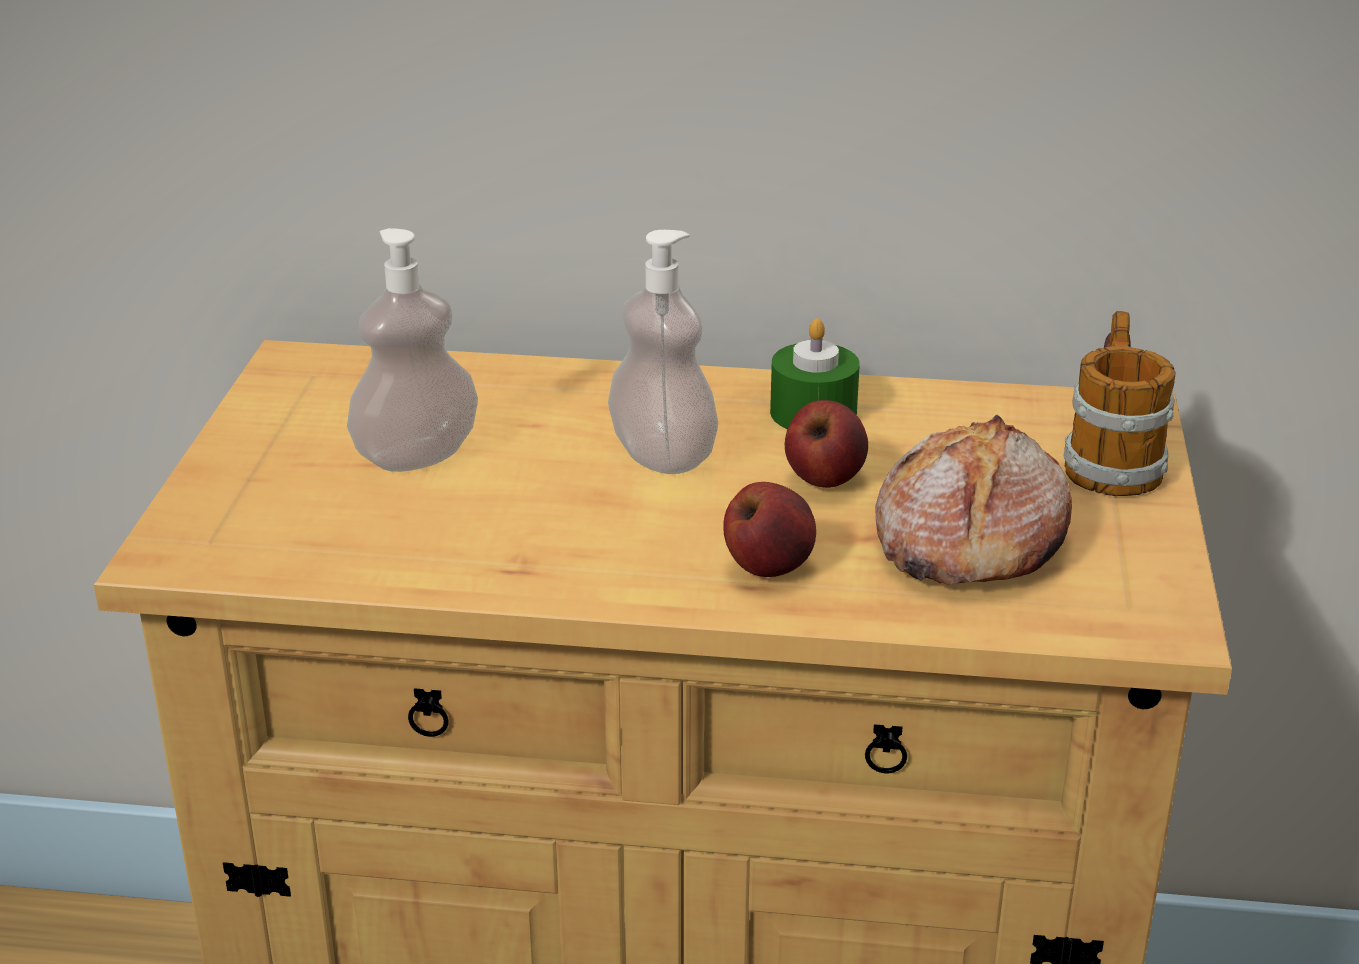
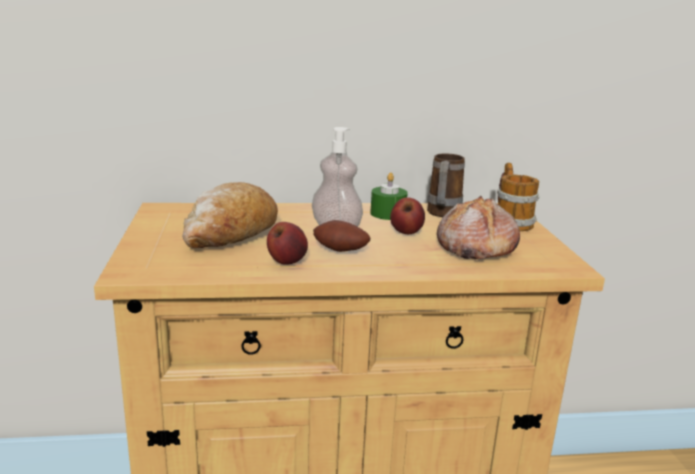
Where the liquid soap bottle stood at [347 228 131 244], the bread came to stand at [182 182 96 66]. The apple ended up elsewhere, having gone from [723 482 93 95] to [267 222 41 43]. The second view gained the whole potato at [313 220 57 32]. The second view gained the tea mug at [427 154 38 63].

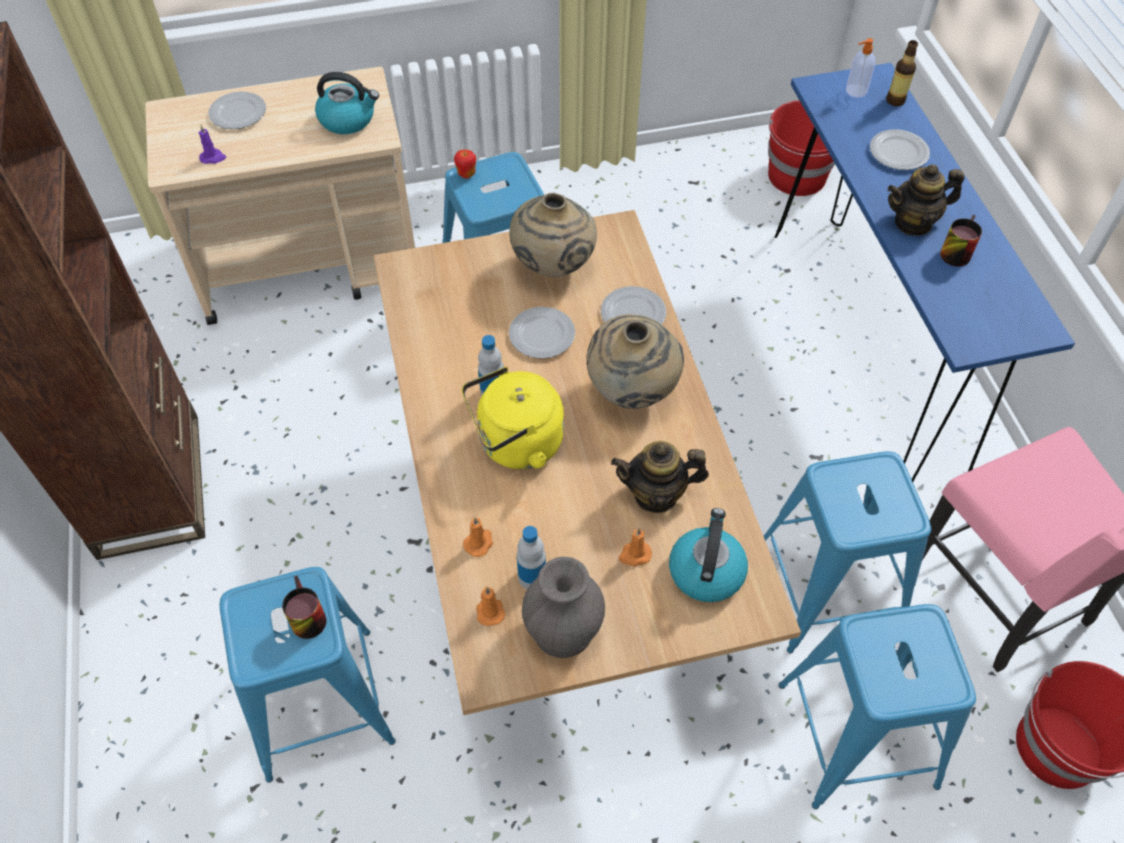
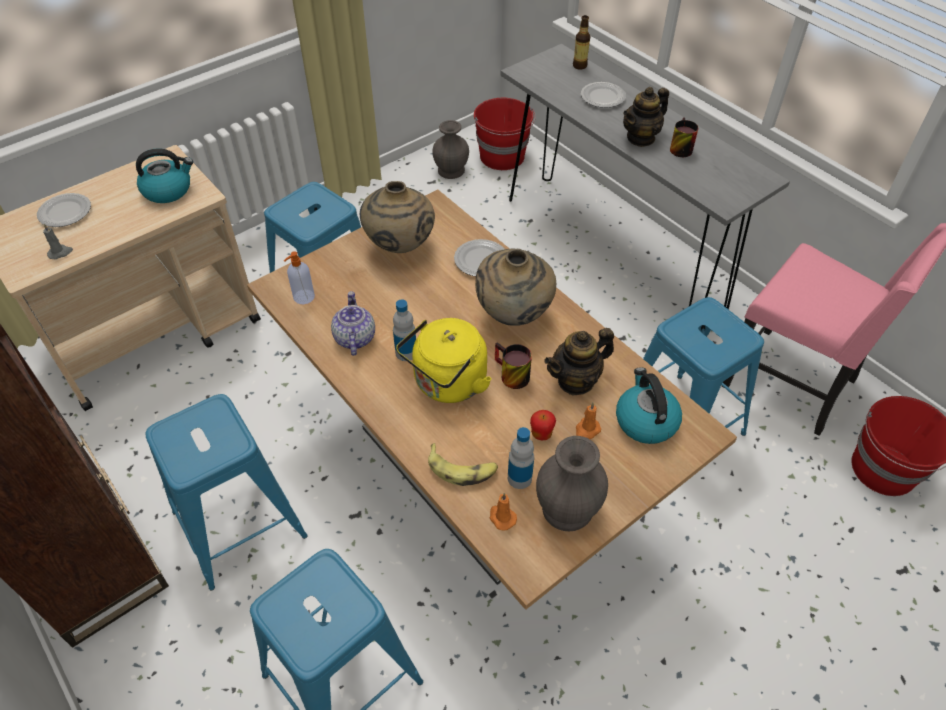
What was the purplish candle at [199 125 27 39] turned into the greyish candle at [43 224 30 35]. The blue-coloured sitting stool ended up elsewhere, having gone from [779 604 197 205] to [145 394 163 197]. The liquid soap bottle ended up elsewhere, having gone from [846 38 29 60] to [284 251 31 53]. The second view gained the pot for tea at [331 291 44 65]. Where the orange-coloured candle stood at [463 517 30 40], the banana fruit came to stand at [428 443 70 43]. The second view gained the greyish decorative vase at [432 120 37 59]. The tea mug ended up elsewhere, having gone from [282 576 44 63] to [495 342 37 47]. What was the blue-coloured narrow table at [774 63 301 419] turned into the greyish narrow table at [501 44 289 266]. The apple ended up elsewhere, having gone from [454 150 22 28] to [530 410 26 30]. The second view lost the flat dish at [509 307 66 52].

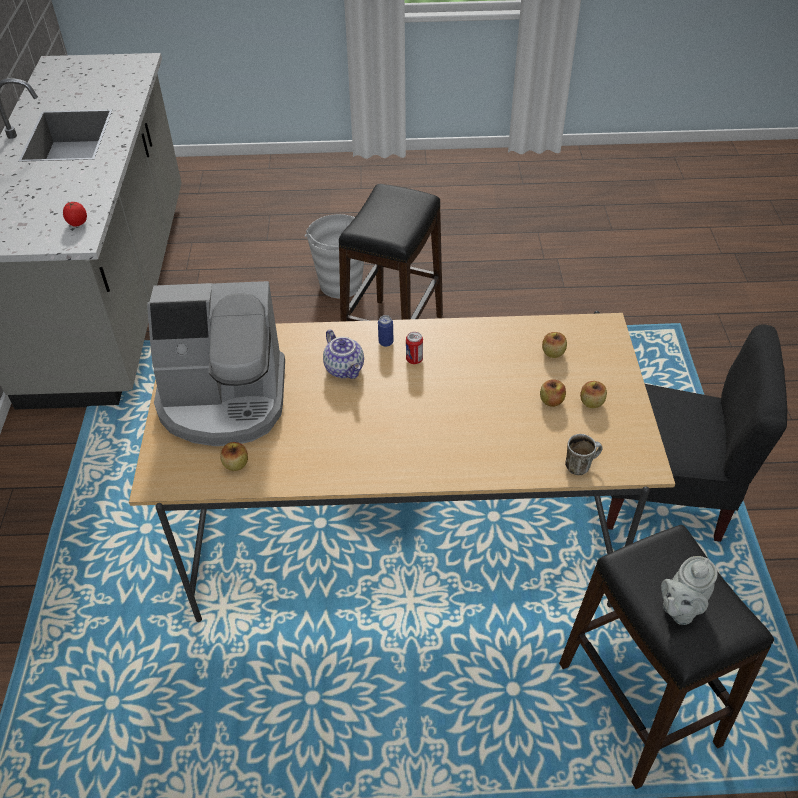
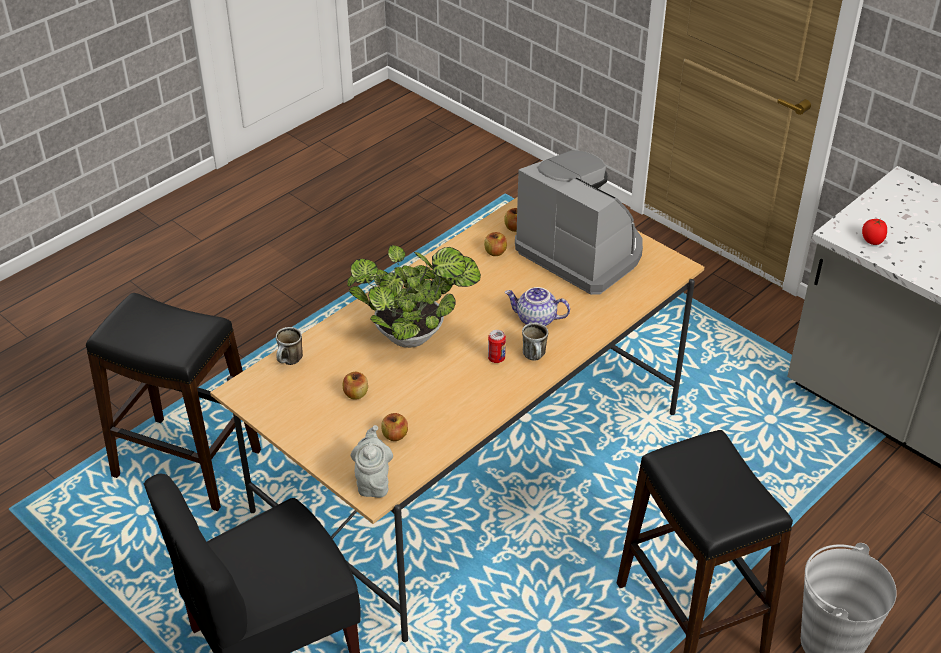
The second view gained the potted plant at [347 245 134 103]. The greyish pot for tea ended up elsewhere, having gone from [661 556 57 69] to [351 425 42 73]. The apple ended up elsewhere, having gone from [580 381 27 27] to [484 232 23 24]. The coffee maker at [147 281 138 165] ended up facing another way, 90 degrees clockwise from before. Where the metal can stood at [378 315 16 32], the tea mug came to stand at [522 323 26 38].

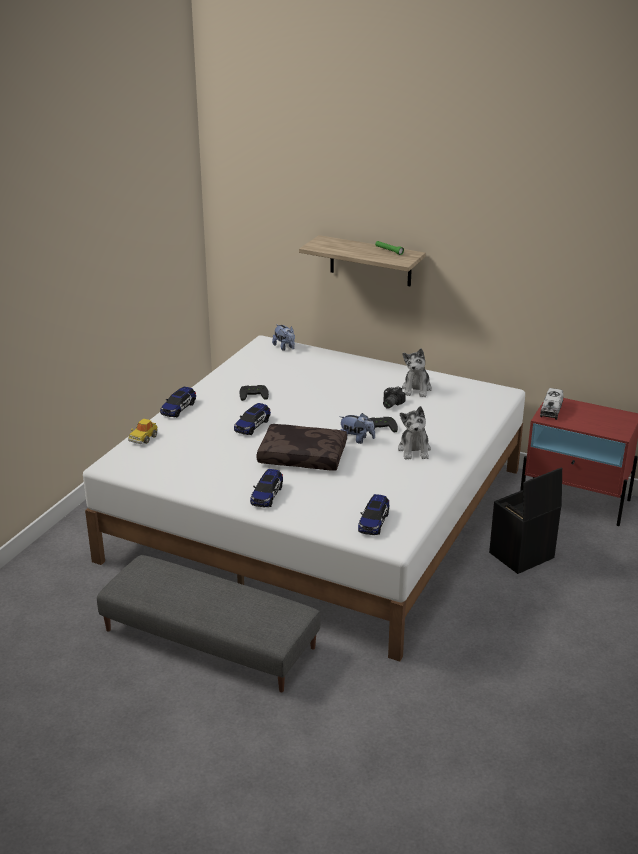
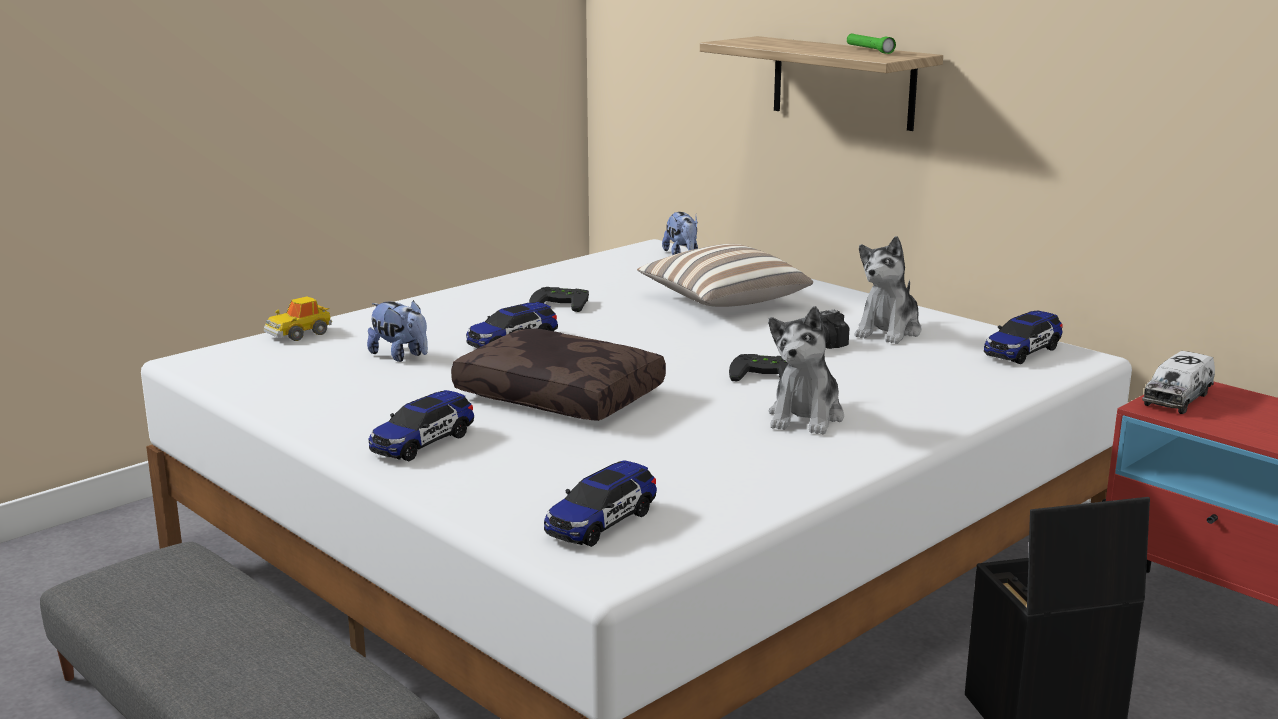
The cuddly toy ended up elsewhere, having gone from [339 413 36 31] to [367 300 61 62]. The second view gained the pillow at [637 244 176 63]. The model car ended up elsewhere, having gone from [160 387 36 31] to [984 311 79 53].

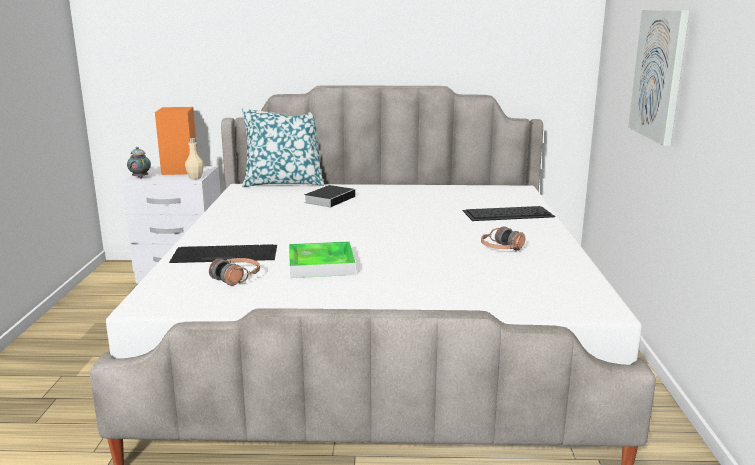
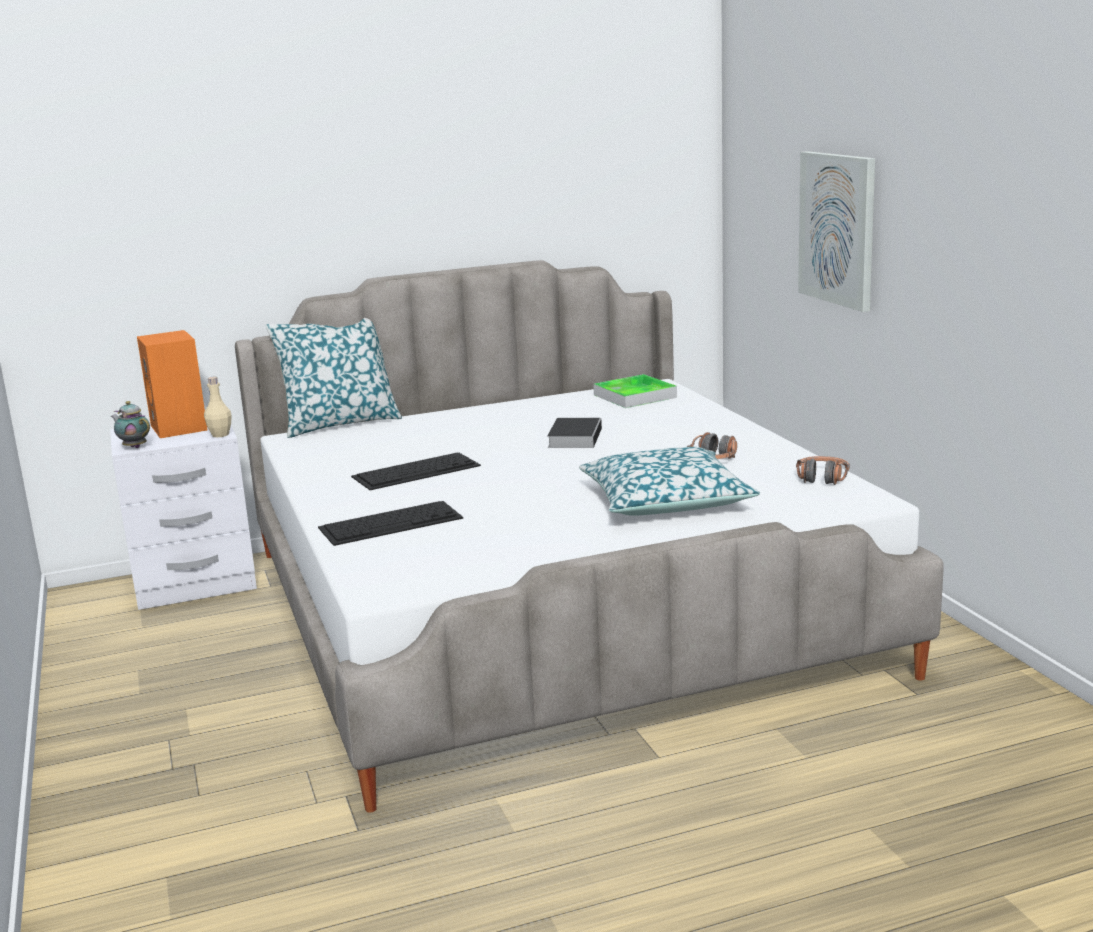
The PC keyboard ended up elsewhere, having gone from [463 206 92 15] to [351 453 130 37]. The book ended up elsewhere, having gone from [304 185 51 22] to [547 418 55 30]. The second view gained the pillow at [579 447 181 69]. The serving tray ended up elsewhere, having gone from [289 241 67 37] to [593 374 84 34]. The headset ended up elsewhere, having gone from [209 258 51 27] to [796 456 54 29].

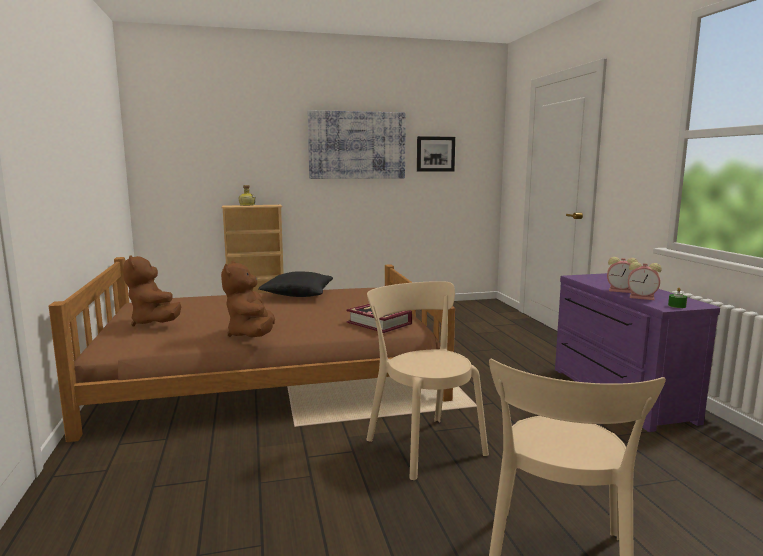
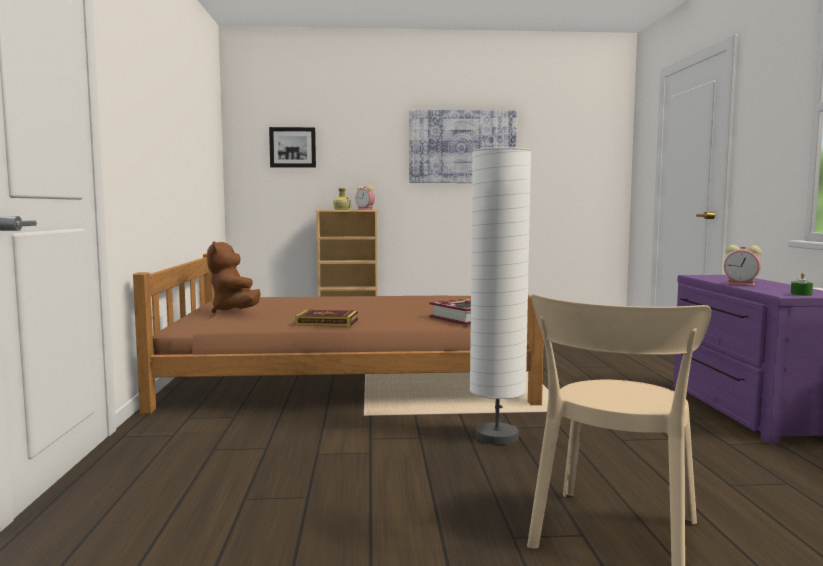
The wall picture ended up elsewhere, having gone from [417 136 38 36] to [269 127 47 41]. Where the brown cuddly toy stood at [221 261 54 76], the book came to stand at [295 310 63 17]. The bedside clock ended up elsewhere, having gone from [628 262 34 38] to [355 186 20 24]. Where the sand-coloured upright chair stood at [366 281 123 199], the white-coloured standard lamp came to stand at [470 147 61 298]. The second view lost the black pillow at [258 271 75 26].

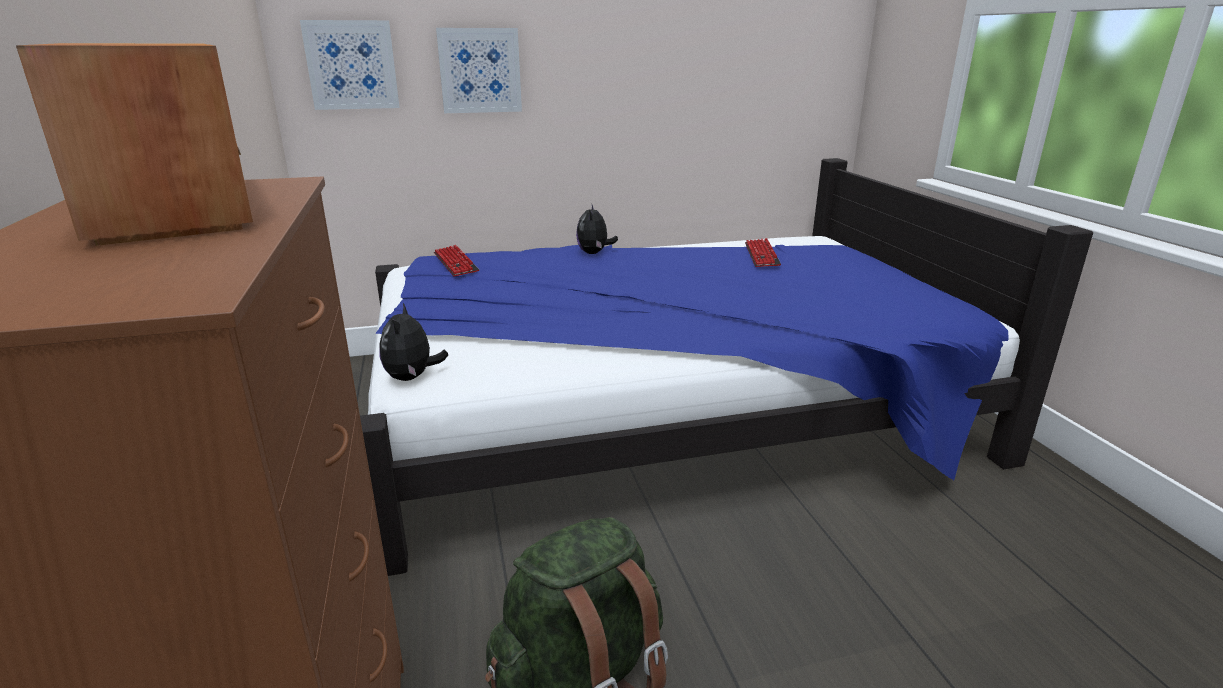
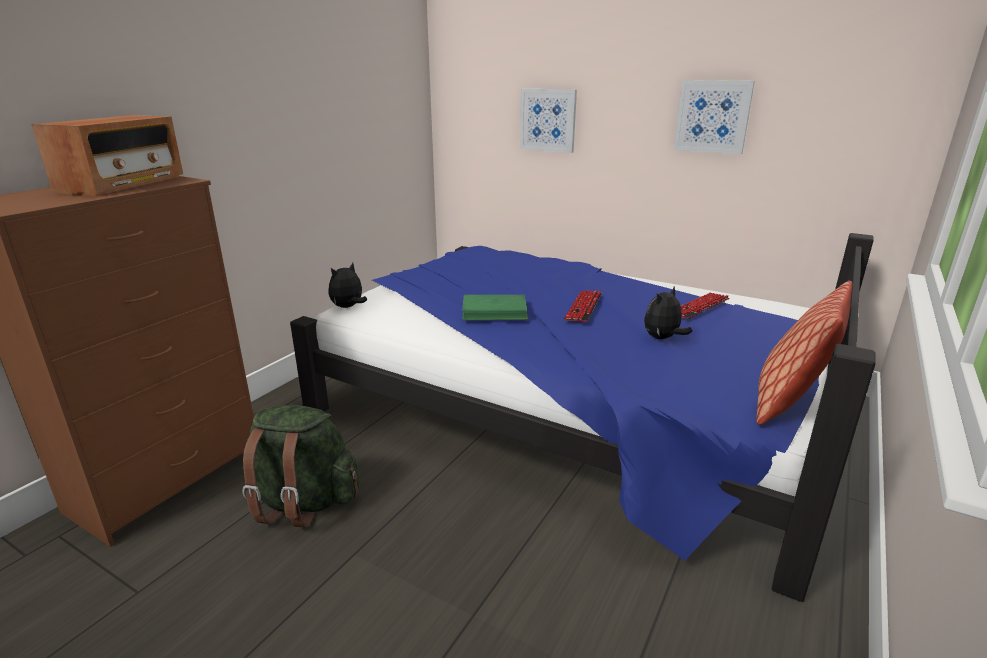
The second view gained the green book at [462 295 66 25]. The PC keyboard ended up elsewhere, having gone from [434 245 45 31] to [564 290 38 31]. The cuddly toy ended up elsewhere, having gone from [576 204 42 50] to [644 286 48 53]. The wall picture ended up elsewhere, having gone from [300 20 100 90] to [674 80 81 74]. The second view gained the pillow at [756 281 96 144].

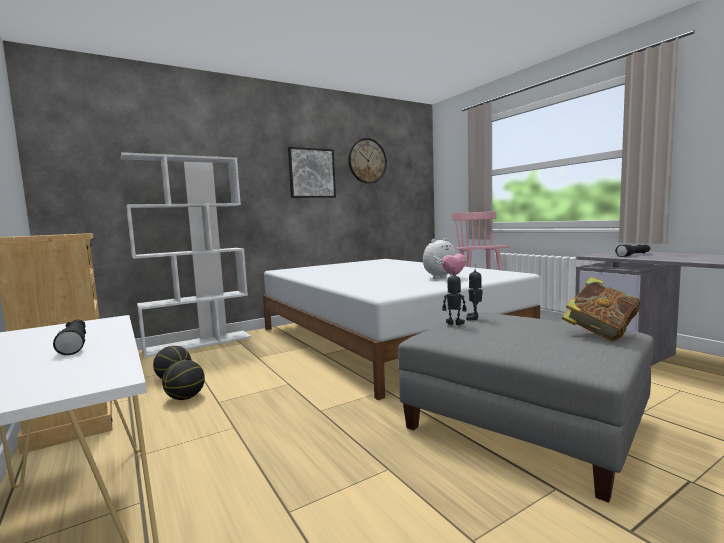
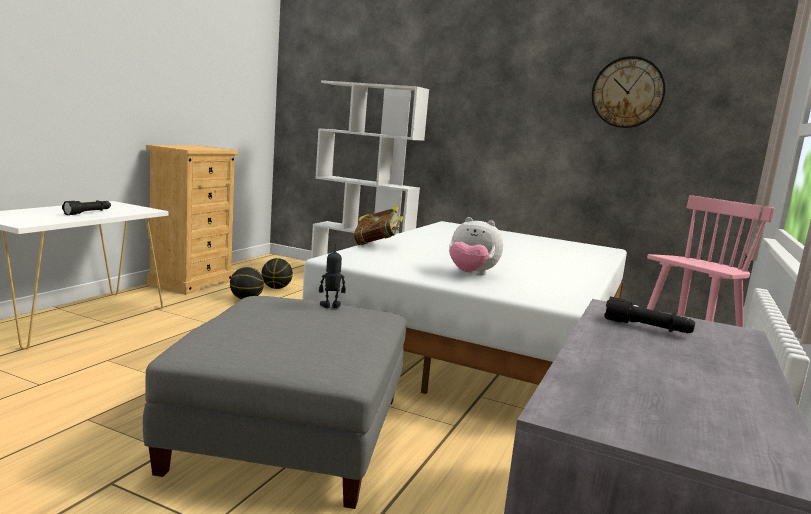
The book ended up elsewhere, having gone from [562 277 78 64] to [353 206 50 39]. The second view lost the wall picture at [288 147 48 51]. The second view lost the toy robot at [442 273 25 52].

